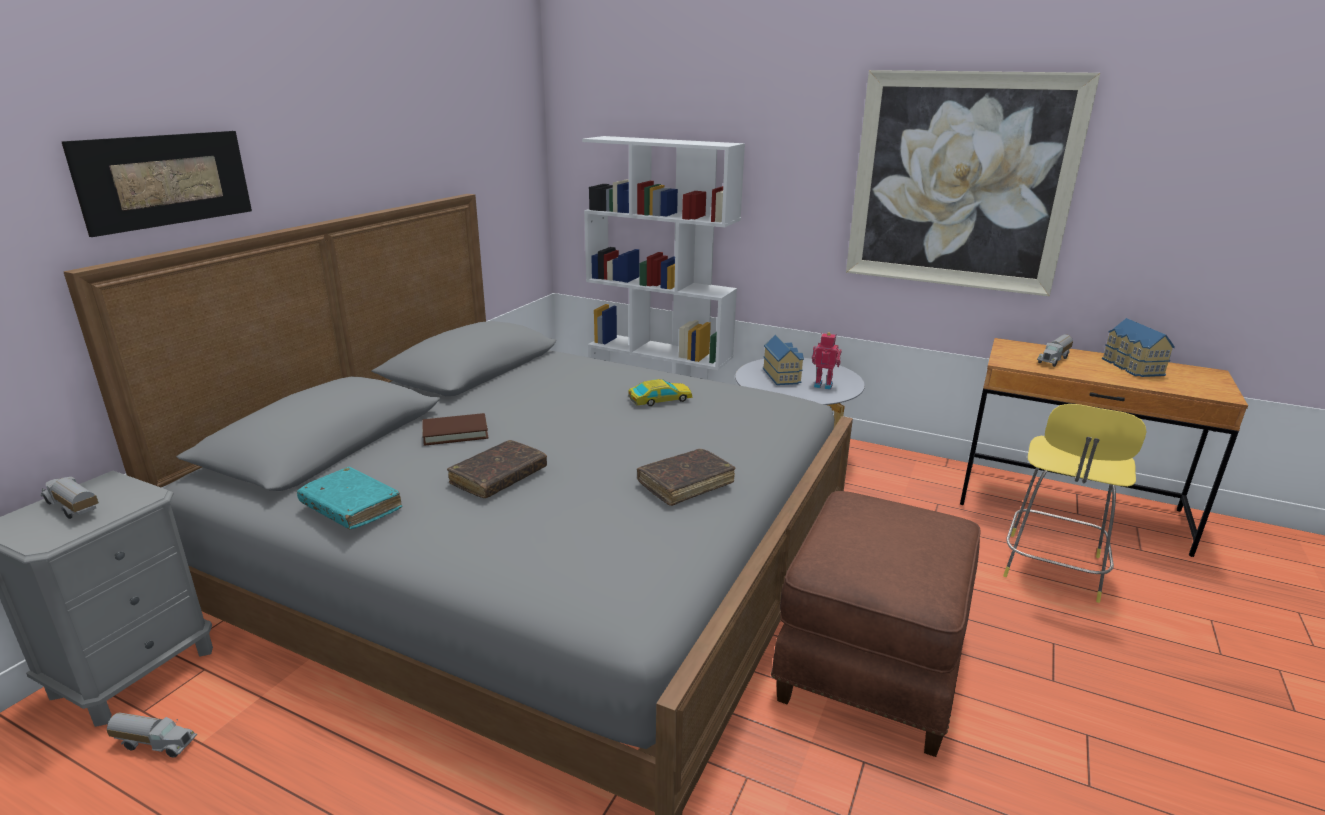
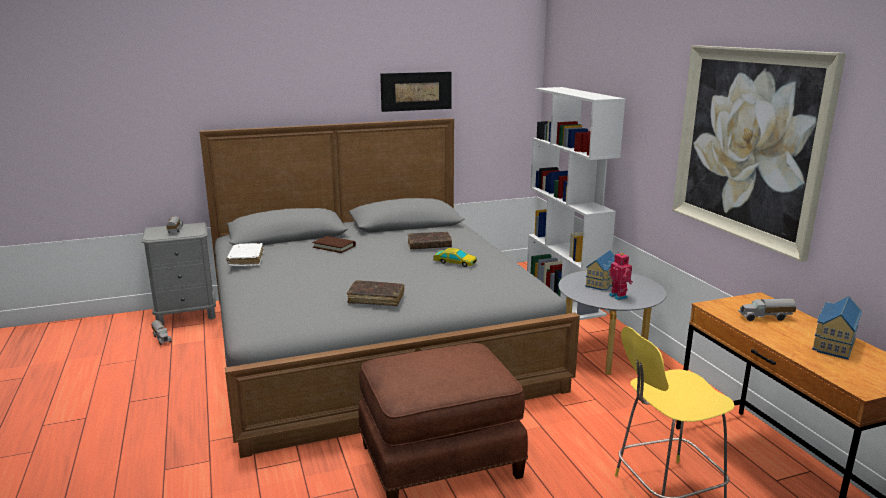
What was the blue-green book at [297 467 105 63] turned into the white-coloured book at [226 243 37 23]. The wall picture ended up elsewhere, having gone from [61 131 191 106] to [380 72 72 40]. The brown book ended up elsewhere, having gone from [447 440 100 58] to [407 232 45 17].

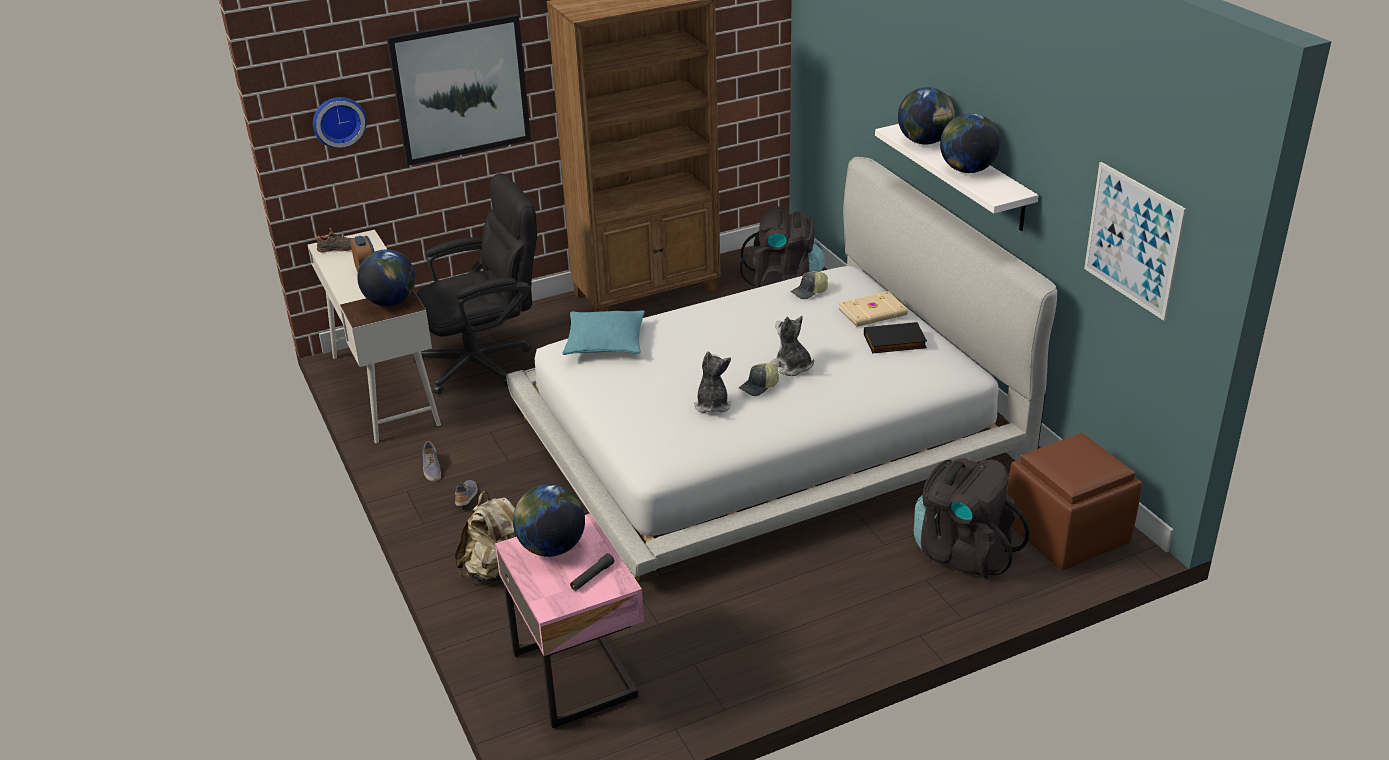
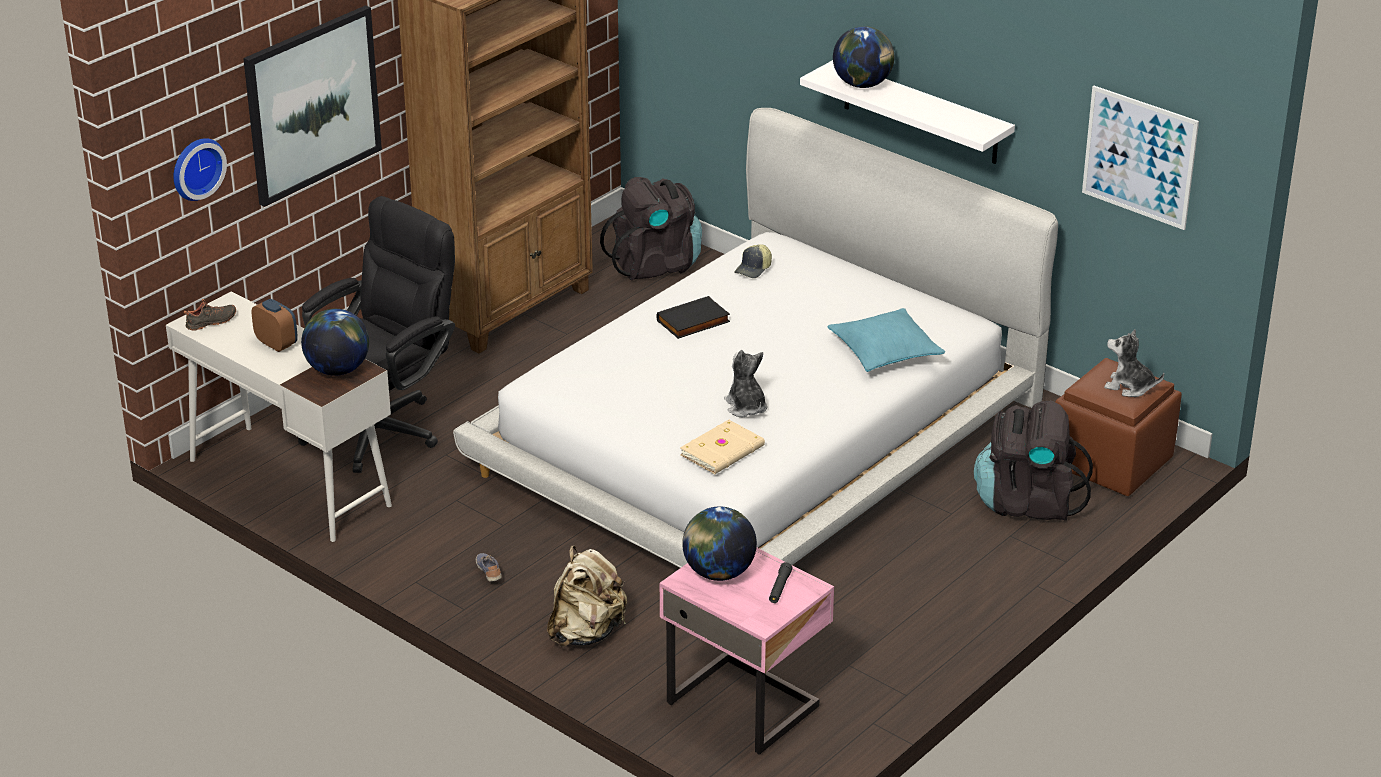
The black book ended up elsewhere, having gone from [864 322 63 32] to [657 296 73 43]. The sand-coloured book ended up elsewhere, having gone from [838 291 70 36] to [680 420 85 54]. The blue-green pillow ended up elsewhere, having gone from [562 311 83 44] to [828 308 117 64]. The cuddly toy ended up elsewhere, having gone from [770 316 44 60] to [1104 329 60 68]. The second view lost the item of footwear at [423 441 18 41]. The second view lost the cap at [739 363 40 33]. The second view lost the desk globe at [940 113 60 60].

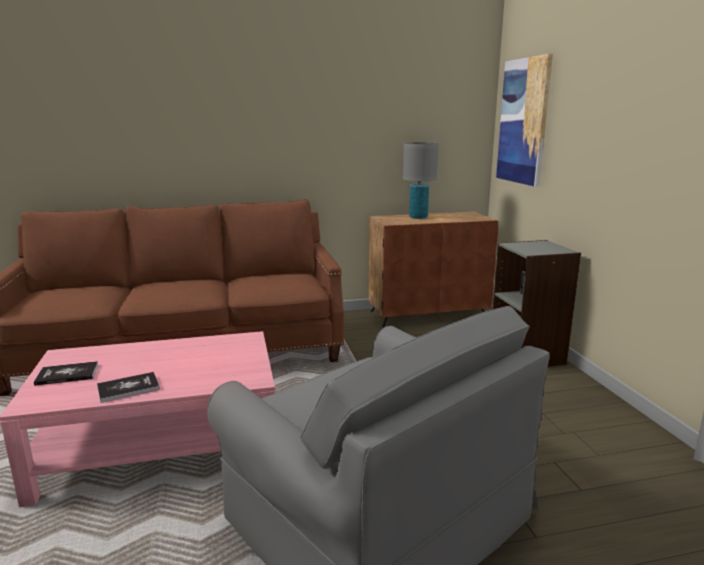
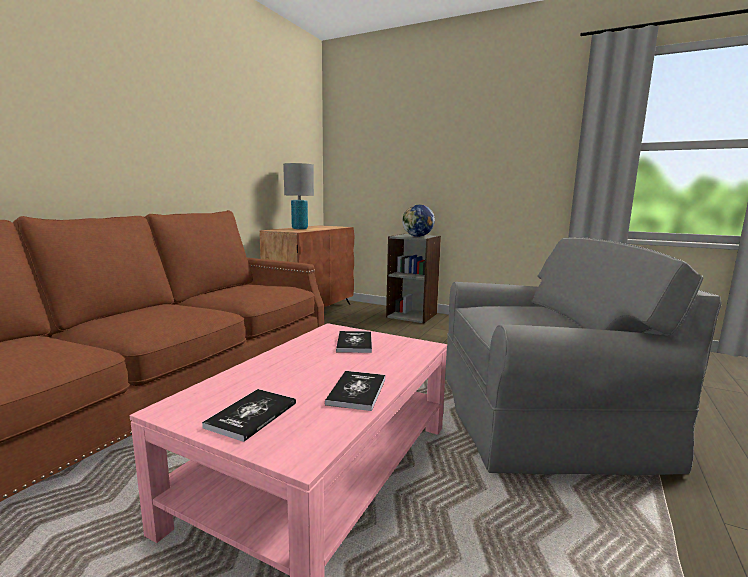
The second view gained the book at [336 331 36 22]. The second view gained the desk globe at [402 204 33 33]. The second view lost the wall picture at [496 54 57 133].

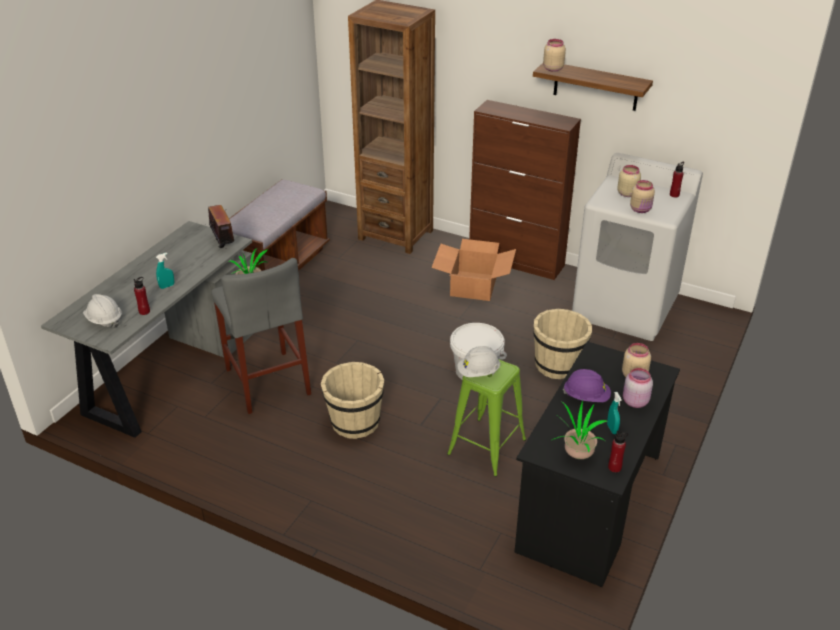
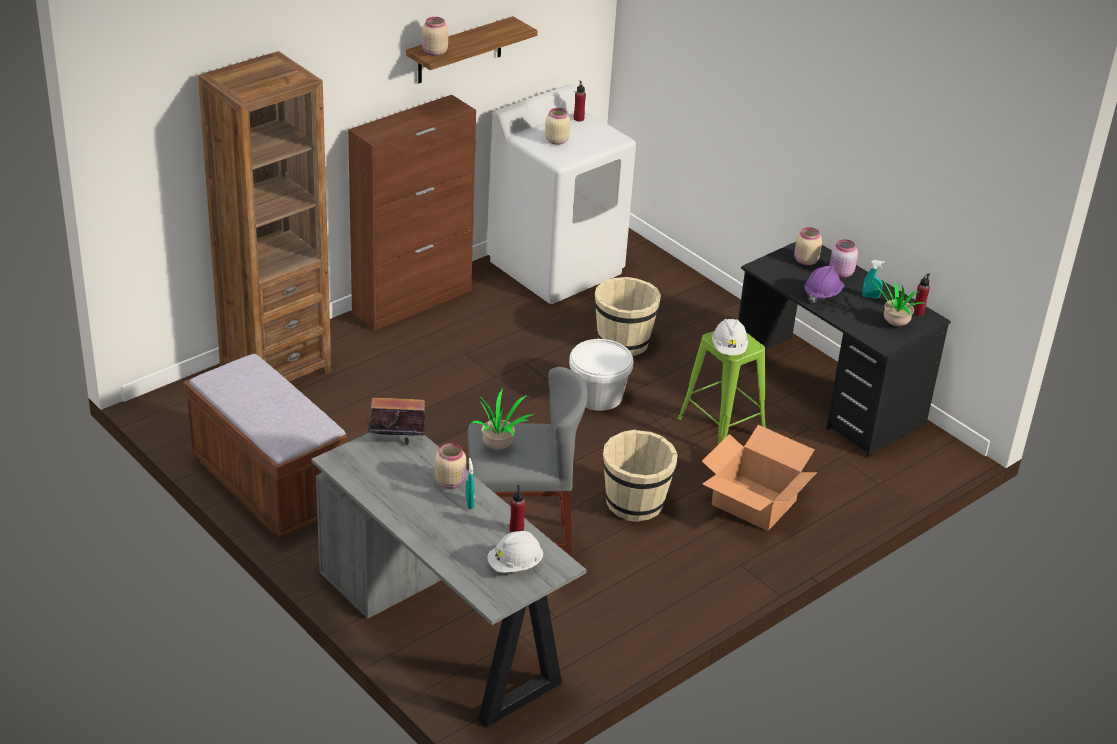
The sand-coloured preserve jar ended up elsewhere, having gone from [630 180 25 33] to [435 443 31 46]. The packing box ended up elsewhere, having gone from [431 239 85 62] to [702 425 115 106].

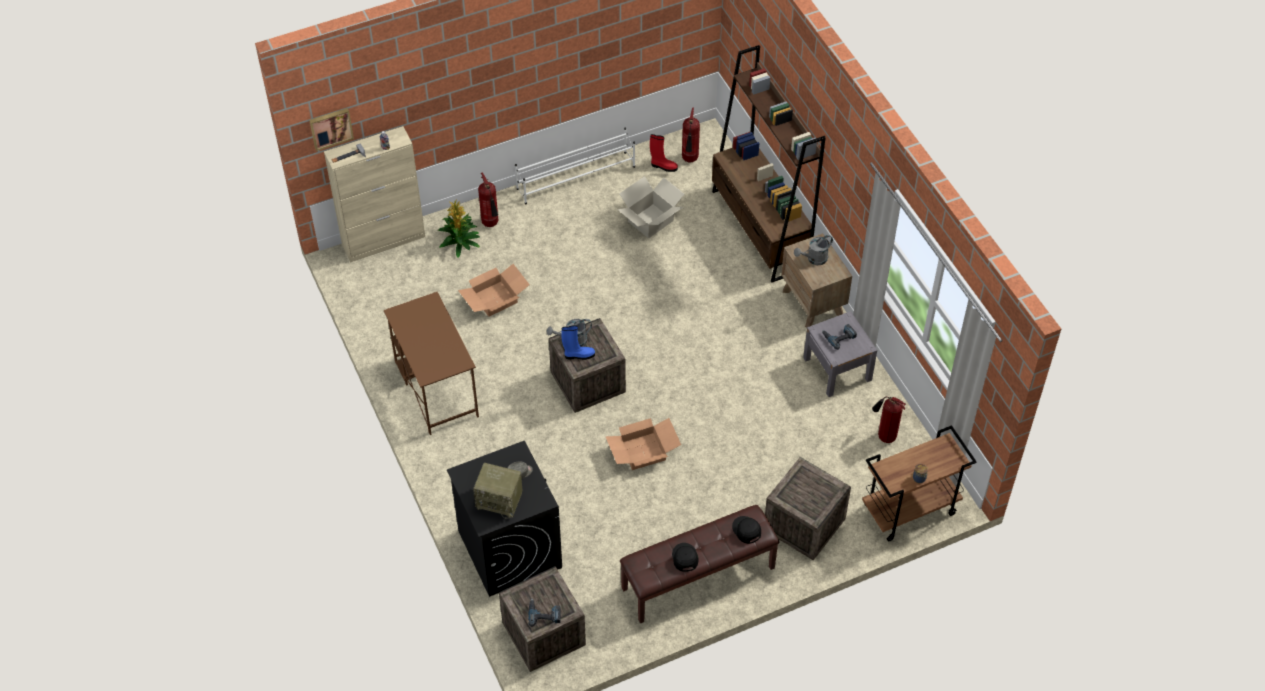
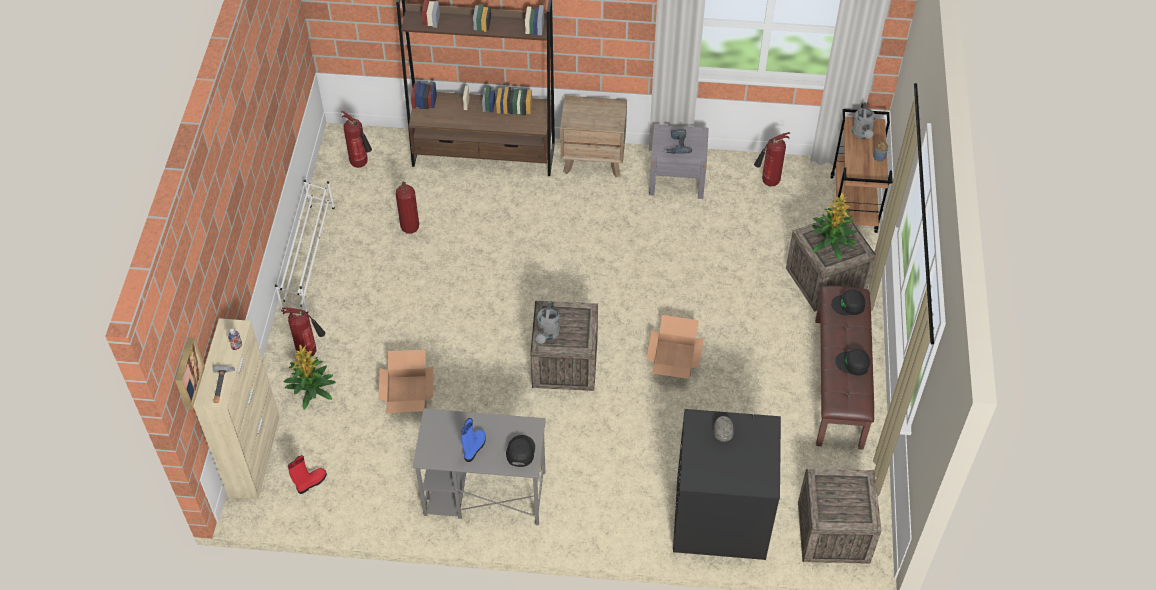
The reddish tall boot ended up elsewhere, having gone from [650 134 28 38] to [288 455 39 39]. Where the packing box stood at [617 176 67 62], the fire extinguisher came to stand at [396 181 23 53]. What was the brown desk table at [384 292 95 143] turned into the greyish desk table at [413 409 133 116]. The blue-coloured tall boot ended up elsewhere, having gone from [561 325 34 35] to [461 418 25 44]. The second view gained the black cap at [506 435 29 32]. The second view gained the potted plant at [812 193 45 67]. The greyish sprinkling can ended up elsewhere, having gone from [794 235 39 30] to [852 102 23 37]. The second view lost the radio receiver at [473 463 50 56]. The second view lost the electric drill at [528 599 32 28].

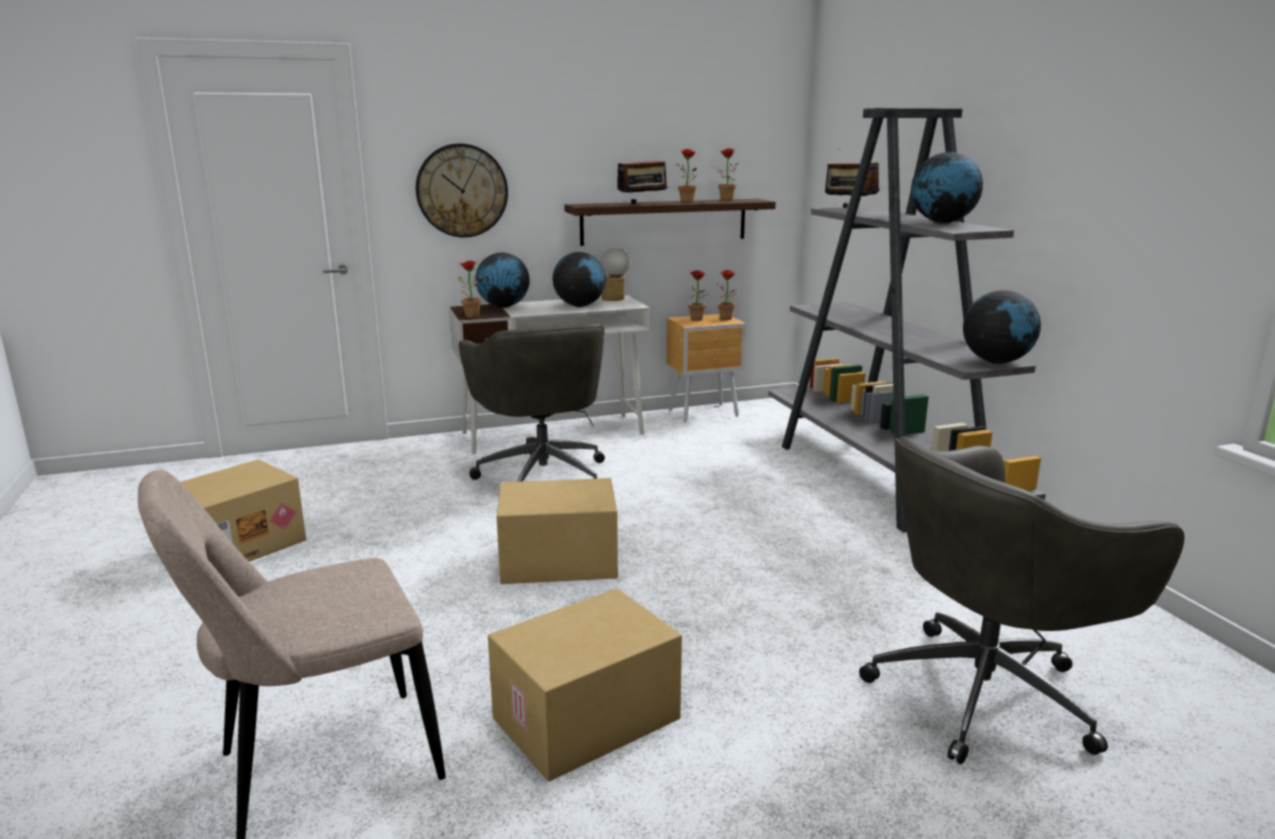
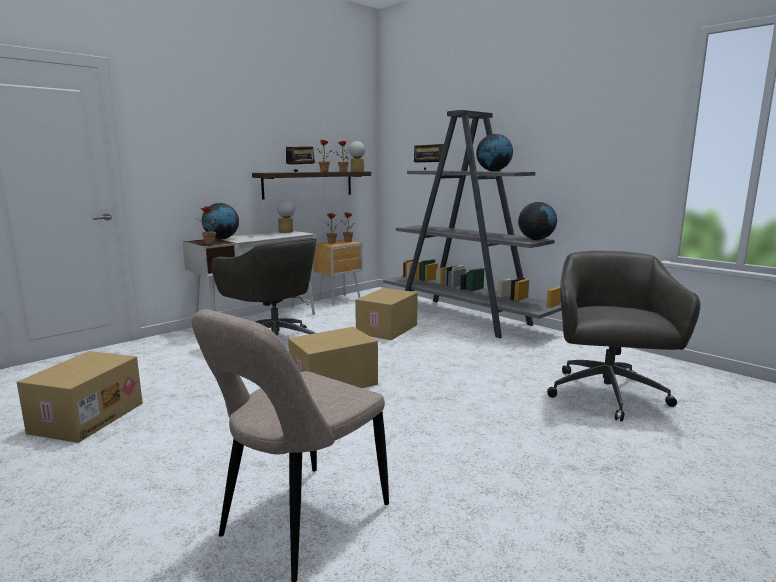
The second view gained the table lamp at [349 141 16 30]. The packing box ended up elsewhere, having gone from [488 588 194 194] to [355 288 63 52]. The greyish computer chair at [859 437 325 327] ended up facing another way, 150 degrees clockwise from before. The second view lost the wall clock at [416 143 92 94]. The second view lost the desk globe at [553 252 53 55].

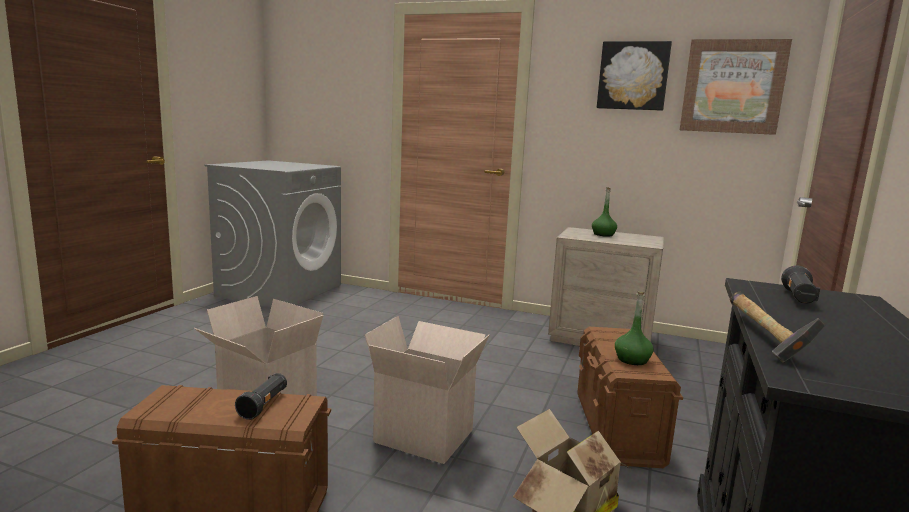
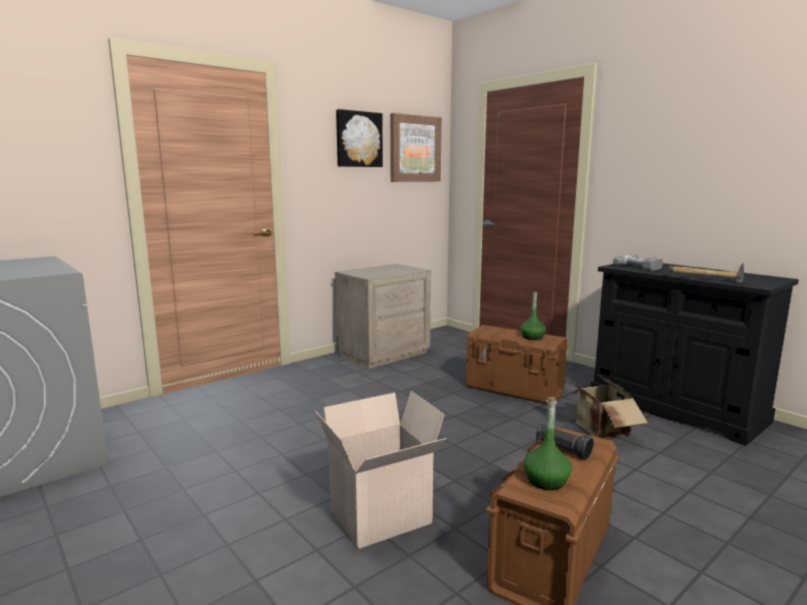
The green drink bottle ended up elsewhere, having gone from [592 187 25 50] to [523 397 49 93]. Where the black flashlight stood at [781 266 39 38], the electric drill came to stand at [613 255 50 16]. The second view lost the packing box at [365 316 125 148].

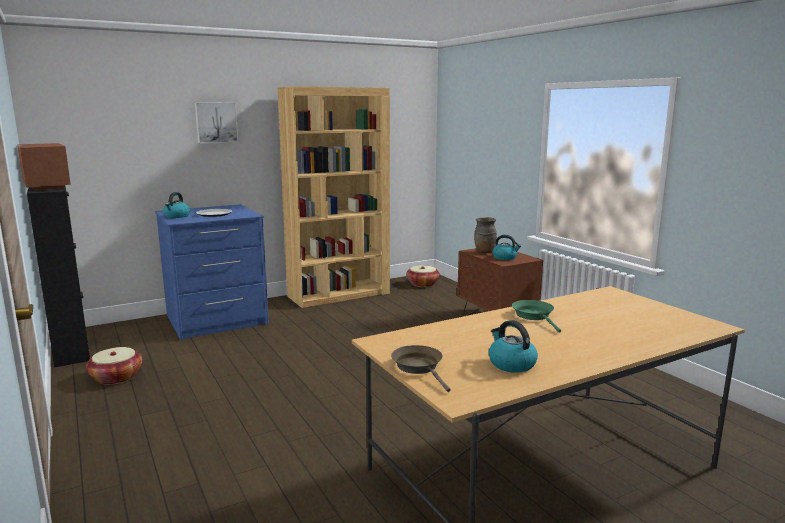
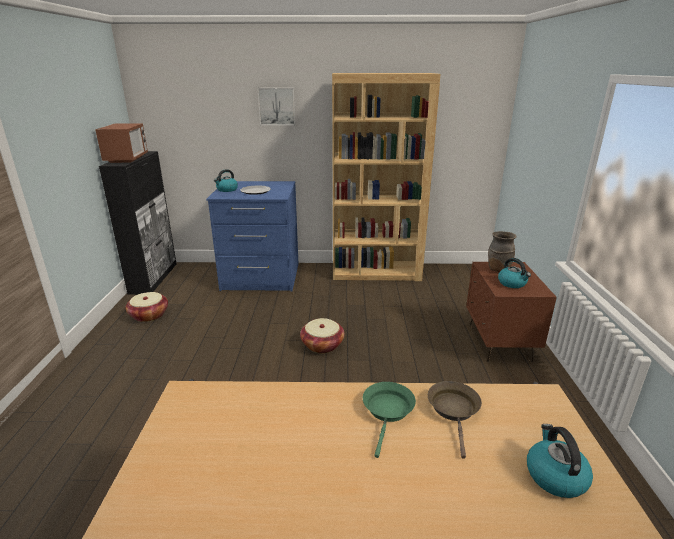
The basket ended up elsewhere, having gone from [406 265 34 22] to [300 318 44 35]. The brown pan ended up elsewhere, having gone from [391 345 60 47] to [428 381 54 78]. The water kettle ended up elsewhere, having gone from [489 320 49 53] to [527 424 66 74].

